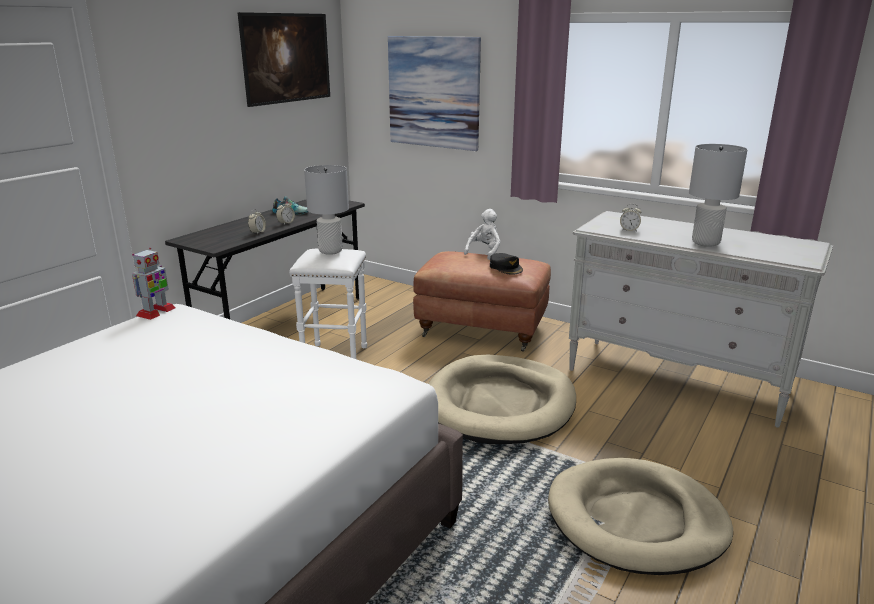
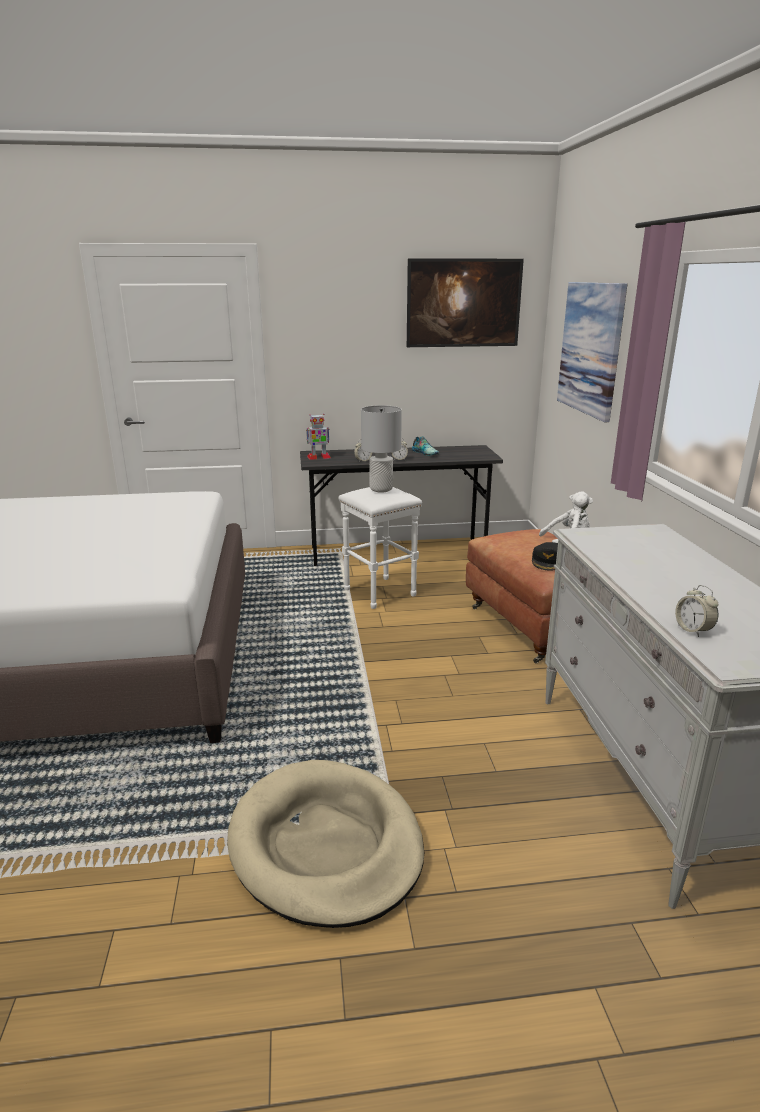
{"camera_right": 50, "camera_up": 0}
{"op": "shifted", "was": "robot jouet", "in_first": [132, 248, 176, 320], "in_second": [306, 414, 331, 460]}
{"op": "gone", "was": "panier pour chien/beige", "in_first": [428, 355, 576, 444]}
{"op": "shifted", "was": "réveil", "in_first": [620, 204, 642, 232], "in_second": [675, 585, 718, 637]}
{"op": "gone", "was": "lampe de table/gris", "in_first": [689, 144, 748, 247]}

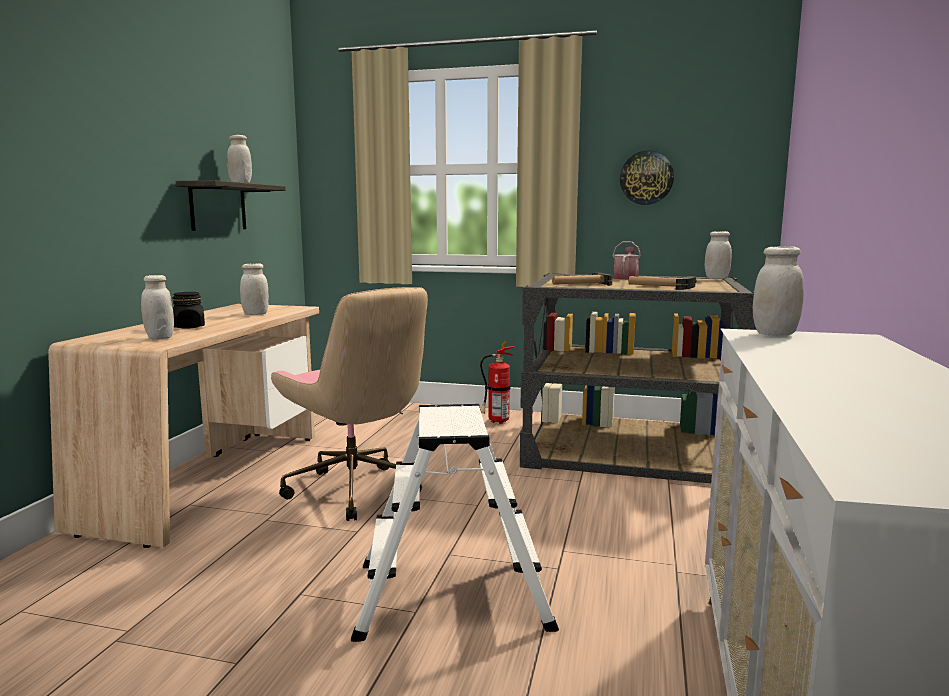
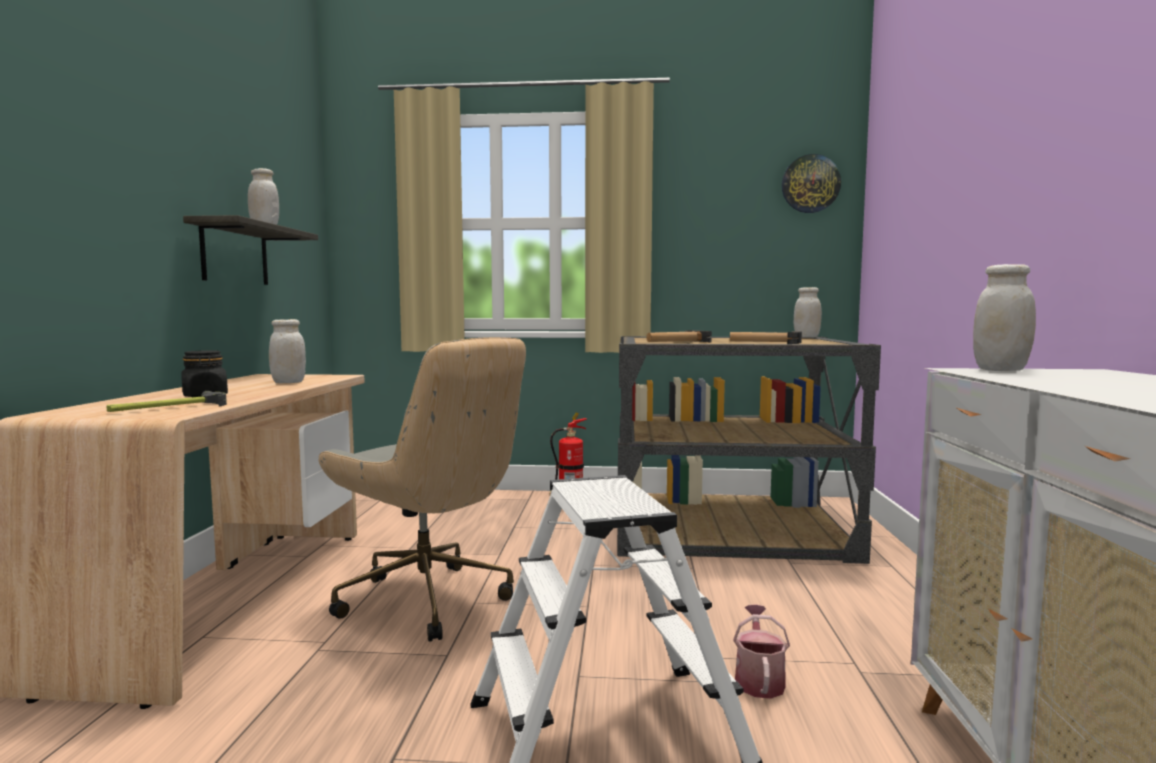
{"camera_right": -10, "camera_up": -5}
{"op": "swapped", "was": "bocal/blanc", "now": "marteau", "in_first": [141, 275, 174, 339], "in_second": [107, 391, 227, 412]}
{"op": "repainted", "was": "chaise de bureau/rose", "now": "chaise de bureau/gris", "in_first": [271, 287, 428, 521], "in_second": [319, 337, 526, 642]}
{"op": "shifted", "was": "arrosoir", "in_first": [612, 241, 641, 280], "in_second": [733, 605, 790, 699]}
{"op": "shifted", "was": "horloge murale", "in_first": [620, 151, 674, 205], "in_second": [782, 154, 841, 213]}

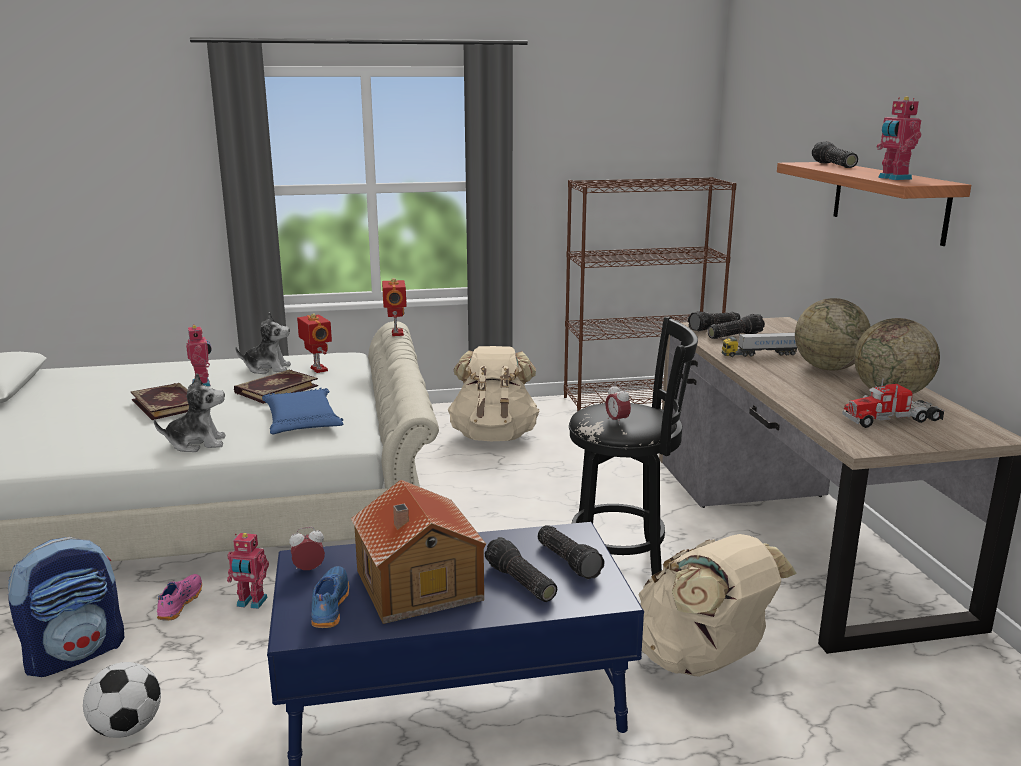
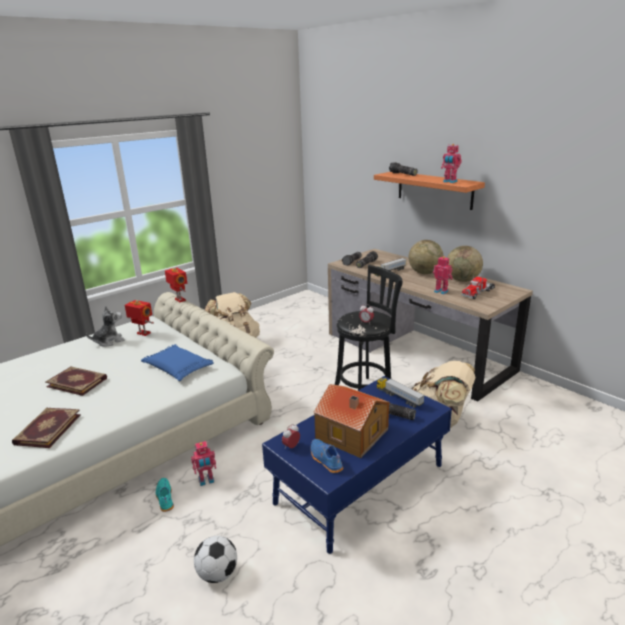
{"camera_right": -30, "camera_up": 5}
{"op": "gone", "was": "sac à dos", "in_first": [8, 537, 124, 677]}
{"op": "gone", "was": "peluche", "in_first": [154, 373, 225, 452]}
{"op": "repainted", "was": "chaussure/rose", "now": "chaussure/turquoise", "in_first": [157, 574, 202, 621], "in_second": [156, 478, 174, 512]}
{"op": "shifted", "was": "robot jouet", "in_first": [186, 324, 212, 387], "in_second": [433, 256, 453, 294]}
{"op": "shifted", "was": "livre", "in_first": [234, 369, 318, 404], "in_second": [12, 407, 81, 448]}
{"op": "swapped", "was": "lampe de poche", "now": "camion jouet", "in_first": [538, 525, 605, 579], "in_second": [377, 378, 425, 408]}
{"op": "gone", "was": "bibliothèque/marron", "in_first": [564, 177, 737, 411]}

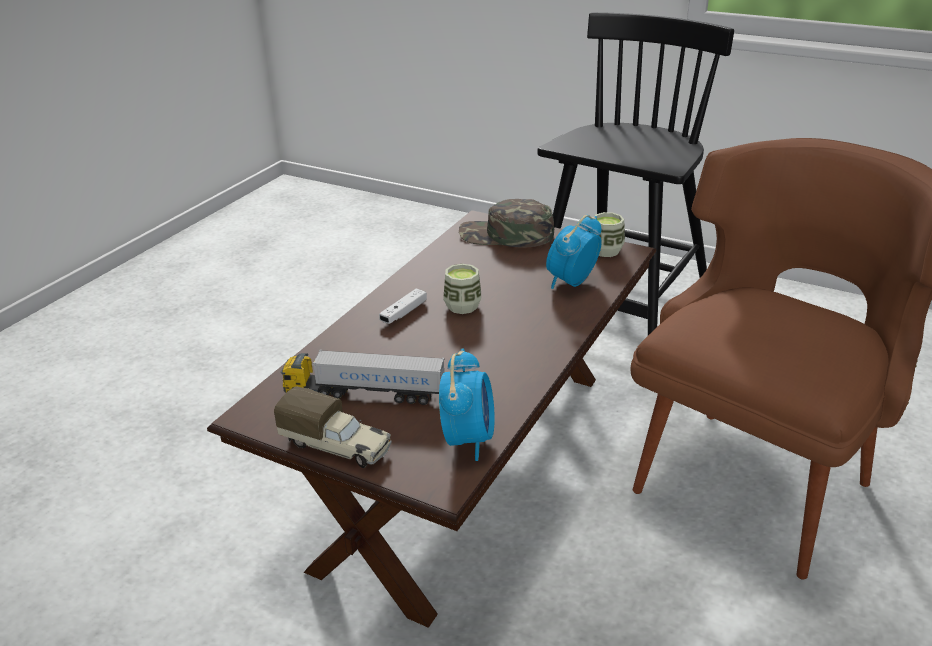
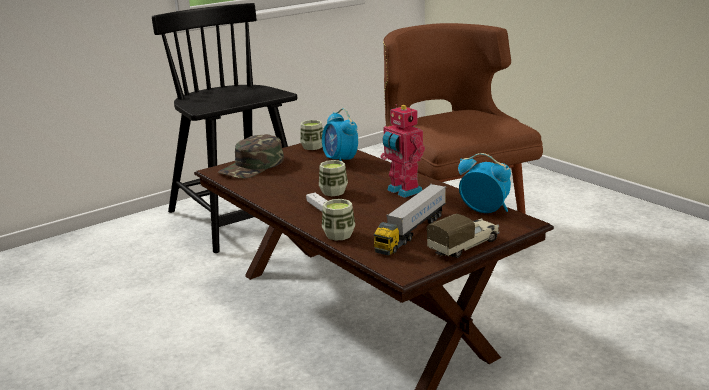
{"camera_right": -65, "camera_up": -10}
{"op": "new", "now": "tasse", "in_second": [322, 199, 355, 241]}
{"op": "new", "now": "robot jouet", "in_second": [381, 104, 425, 198]}

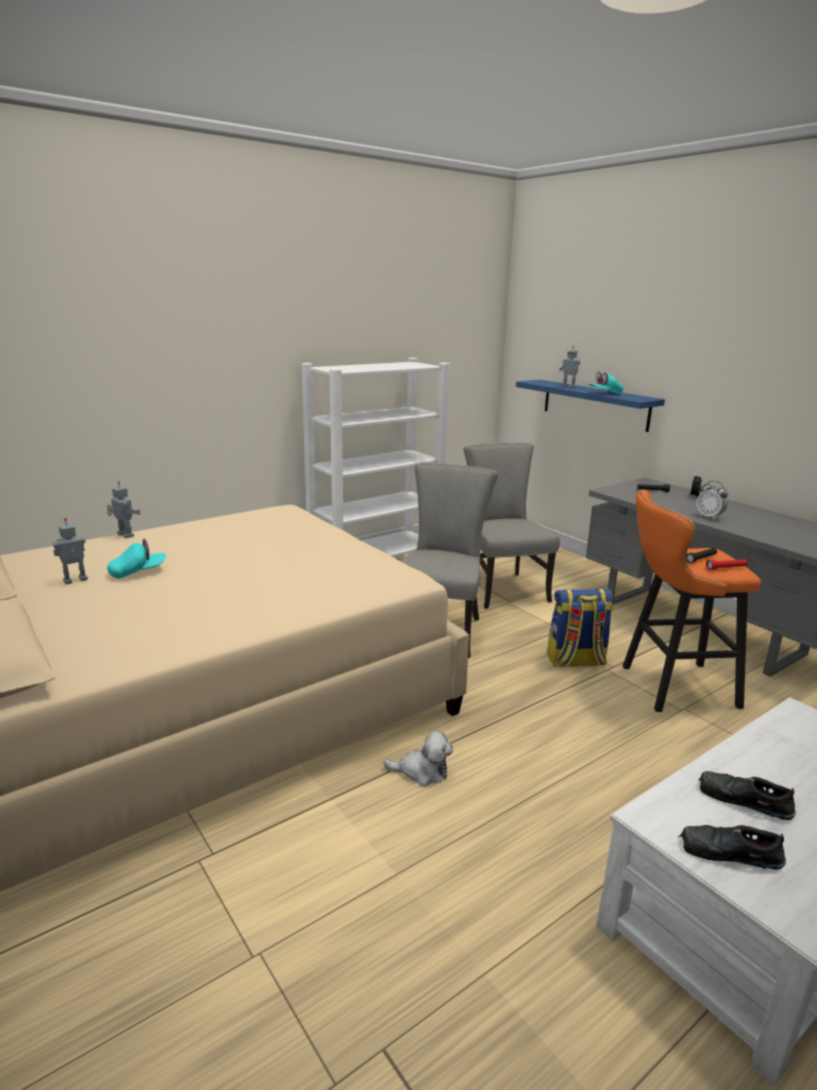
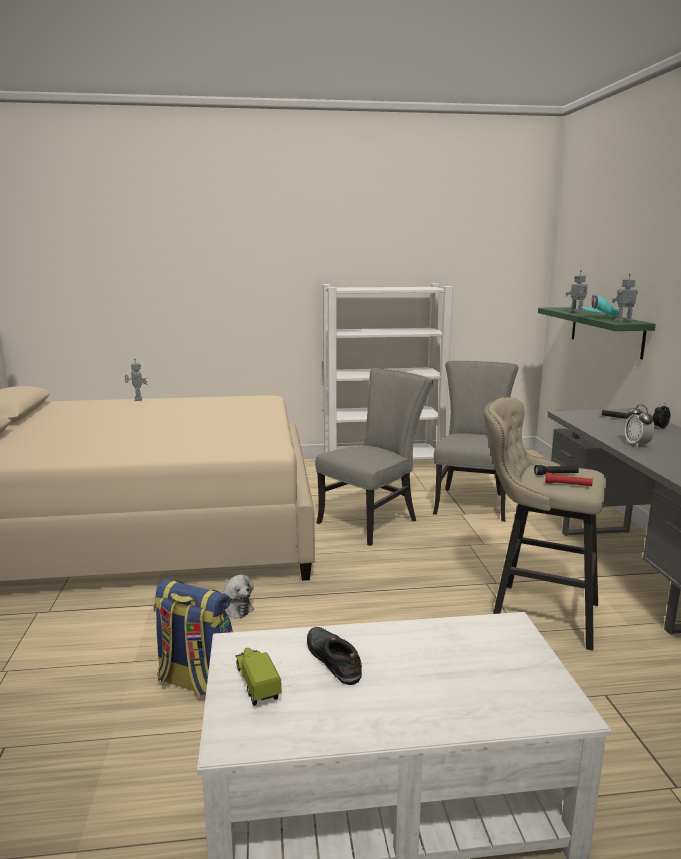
{"camera_right": 30, "camera_up": -5}
{"op": "shifted", "was": "robot jouet", "in_first": [53, 518, 88, 585], "in_second": [612, 274, 638, 322]}
{"op": "gone", "was": "casquette/turquoise", "in_first": [107, 539, 166, 579]}
{"op": "repainted", "was": "étagère/bleu", "now": "étagère/vert", "in_first": [516, 380, 665, 432], "in_second": [538, 307, 656, 359]}
{"op": "shifted", "was": "sac à dos", "in_first": [547, 589, 613, 667], "in_second": [153, 579, 233, 697]}
{"op": "repainted", "was": "tabouret/orange", "now": "tabouret/beige", "in_first": [623, 489, 761, 712], "in_second": [484, 397, 606, 651]}
{"op": "swapped", "was": "chaussure/noir", "now": "camion jouet", "in_first": [679, 825, 786, 870], "in_second": [235, 648, 282, 706]}

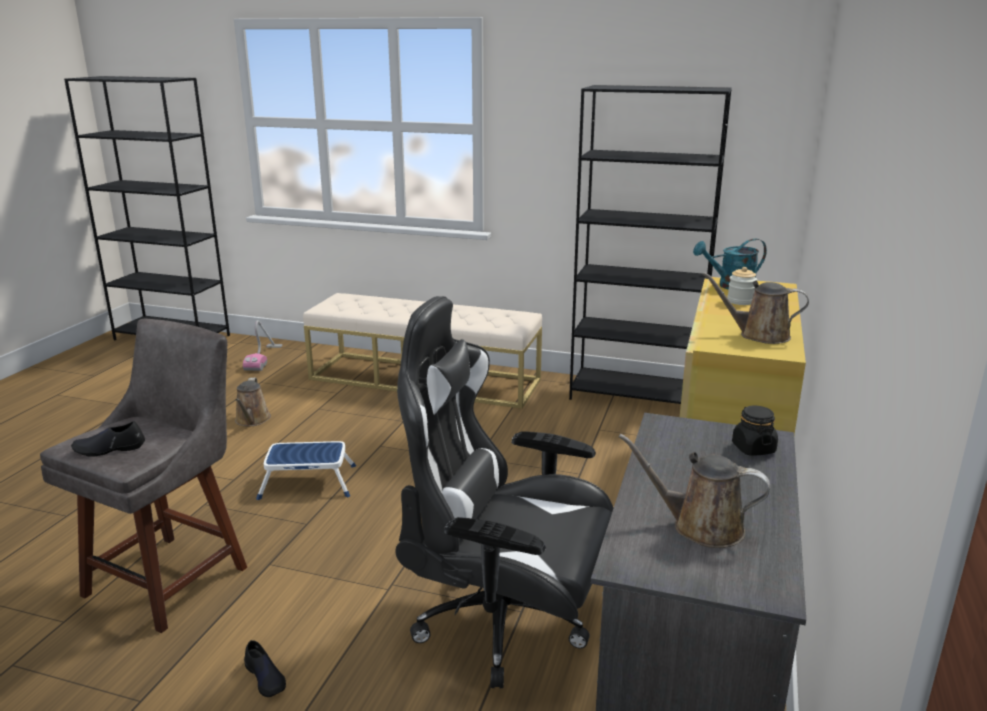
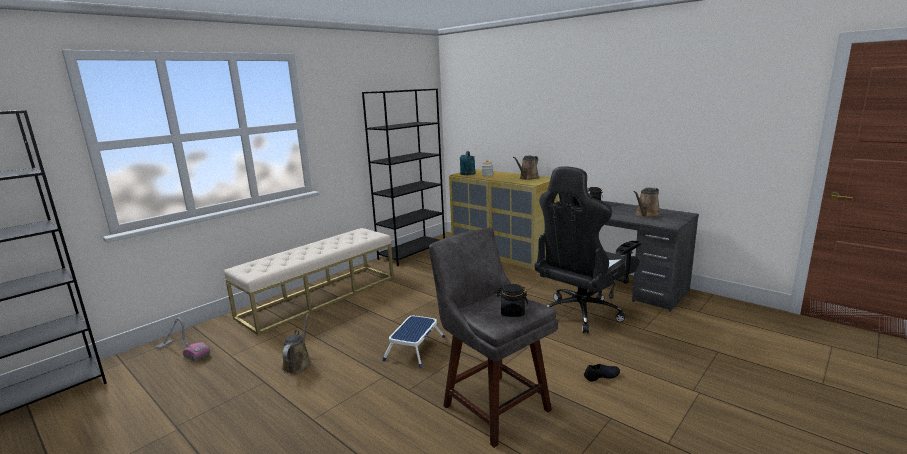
{"camera_right": -65, "camera_up": -5}
{"op": "swapped", "was": "chaussure/noir", "now": "bocal/noir", "in_first": [71, 421, 145, 457], "in_second": [497, 284, 528, 317]}
{"op": "rotated", "was": "arrosoir/marron", "in_first": [235, 377, 271, 426], "in_second": [282, 314, 312, 374], "clockwise": -105}

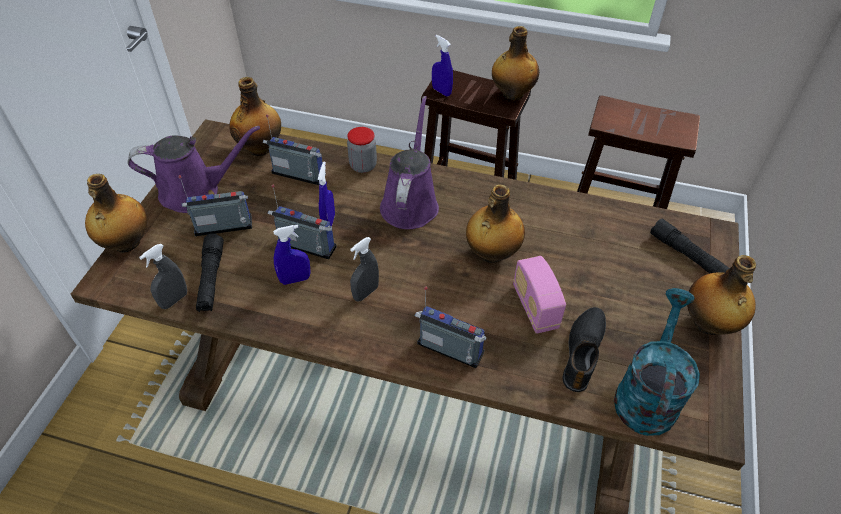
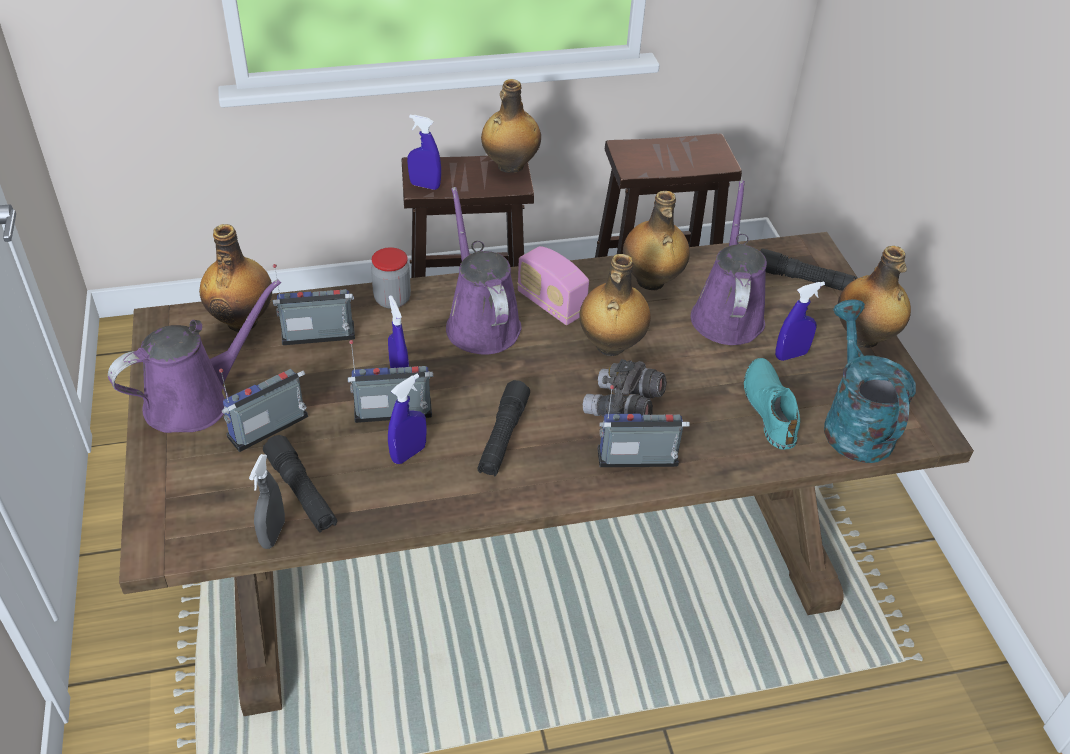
{"camera_right": -30, "camera_up": -5}
{"op": "shifted", "was": "bouteille", "in_first": [85, 174, 148, 253], "in_second": [623, 191, 690, 290]}
{"op": "swapped", "was": "vaporisateur/gris", "now": "lampe de poche/noir", "in_first": [350, 237, 379, 302], "in_second": [478, 380, 530, 477]}
{"op": "shifted", "was": "radio", "in_first": [513, 256, 566, 334], "in_second": [517, 246, 589, 325]}
{"op": "repainted", "was": "chaussure/noir", "now": "chaussure/turquoise", "in_first": [562, 307, 606, 392], "in_second": [744, 358, 800, 450]}
{"op": "new", "now": "jumelles/gris", "in_second": [583, 359, 667, 417]}
{"op": "new", "now": "arrosoir/violet", "in_second": [691, 180, 767, 345]}
{"op": "new", "now": "vaporisateur/bleu", "in_second": [775, 281, 825, 361]}

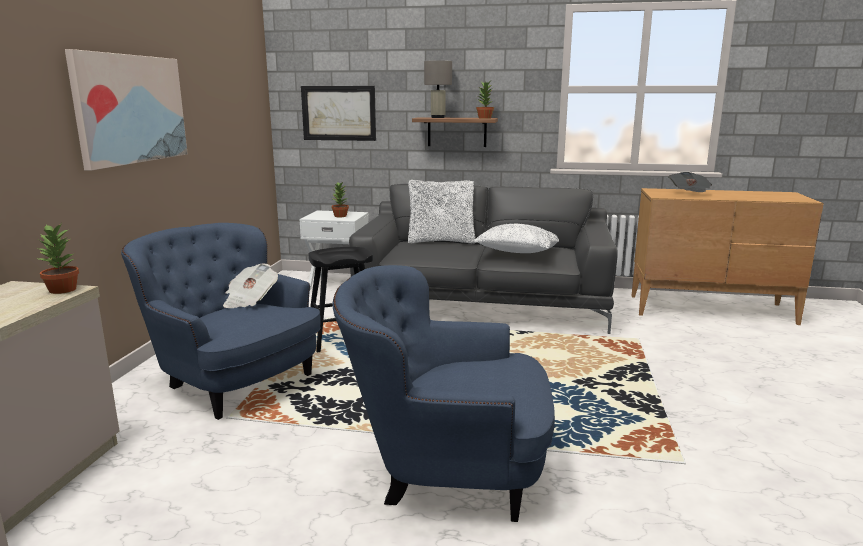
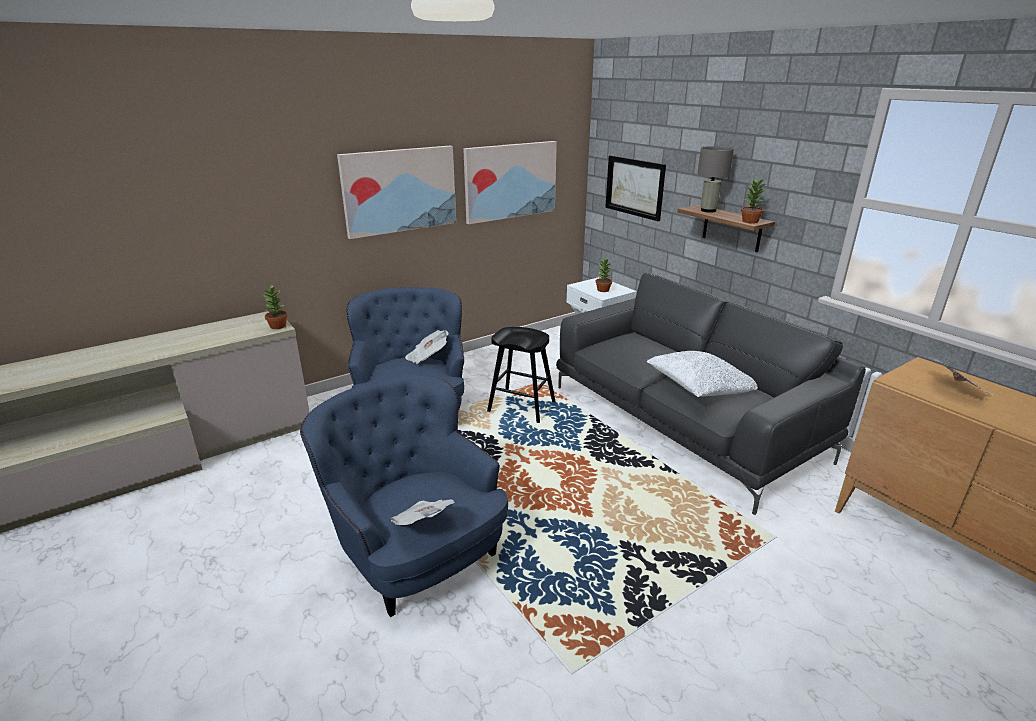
{"camera_right": 45, "camera_up": 10}
{"op": "gone", "was": "coussin/blanc", "in_first": [408, 180, 475, 244]}
{"op": "new", "now": "journal", "in_second": [391, 499, 455, 525]}
{"op": "new", "now": "tableau", "in_second": [463, 141, 557, 224]}

